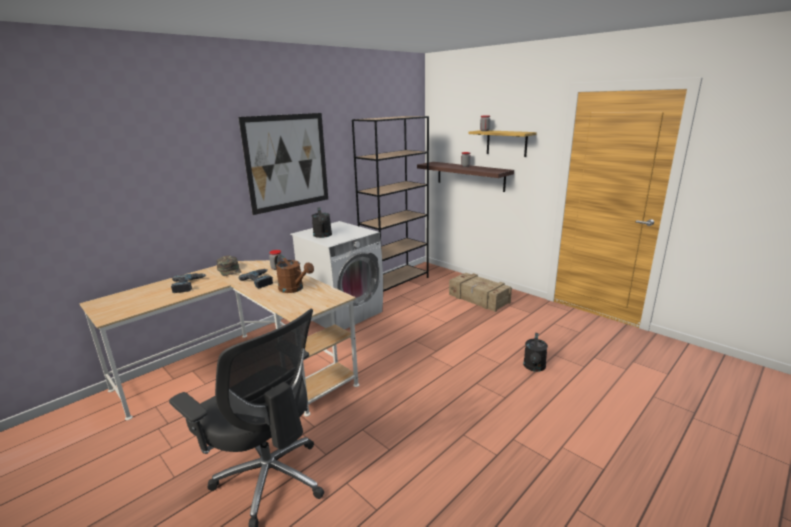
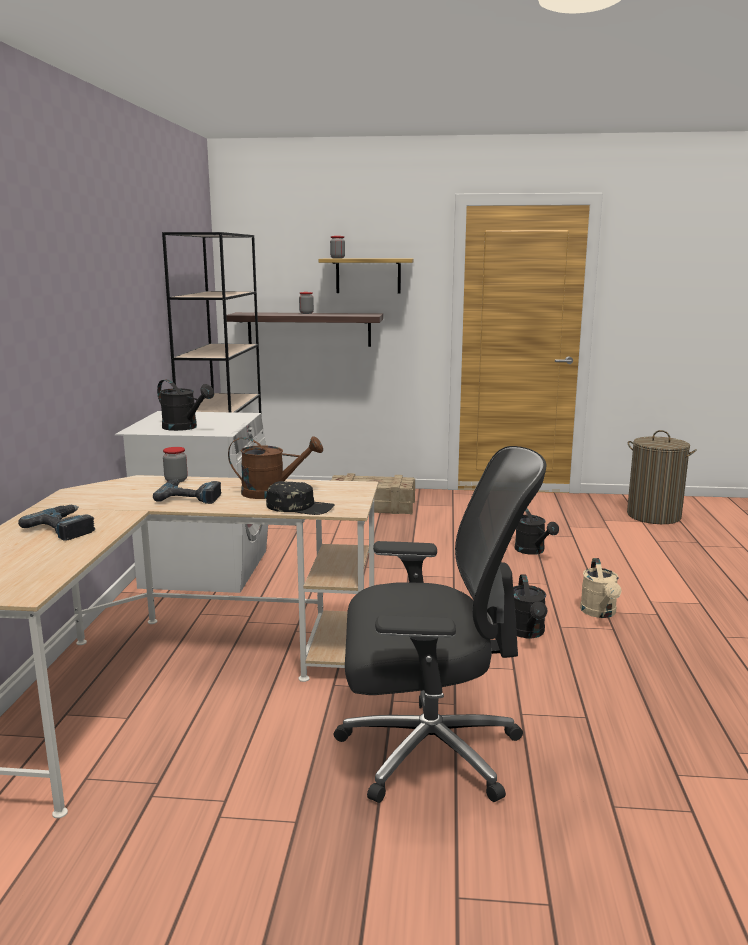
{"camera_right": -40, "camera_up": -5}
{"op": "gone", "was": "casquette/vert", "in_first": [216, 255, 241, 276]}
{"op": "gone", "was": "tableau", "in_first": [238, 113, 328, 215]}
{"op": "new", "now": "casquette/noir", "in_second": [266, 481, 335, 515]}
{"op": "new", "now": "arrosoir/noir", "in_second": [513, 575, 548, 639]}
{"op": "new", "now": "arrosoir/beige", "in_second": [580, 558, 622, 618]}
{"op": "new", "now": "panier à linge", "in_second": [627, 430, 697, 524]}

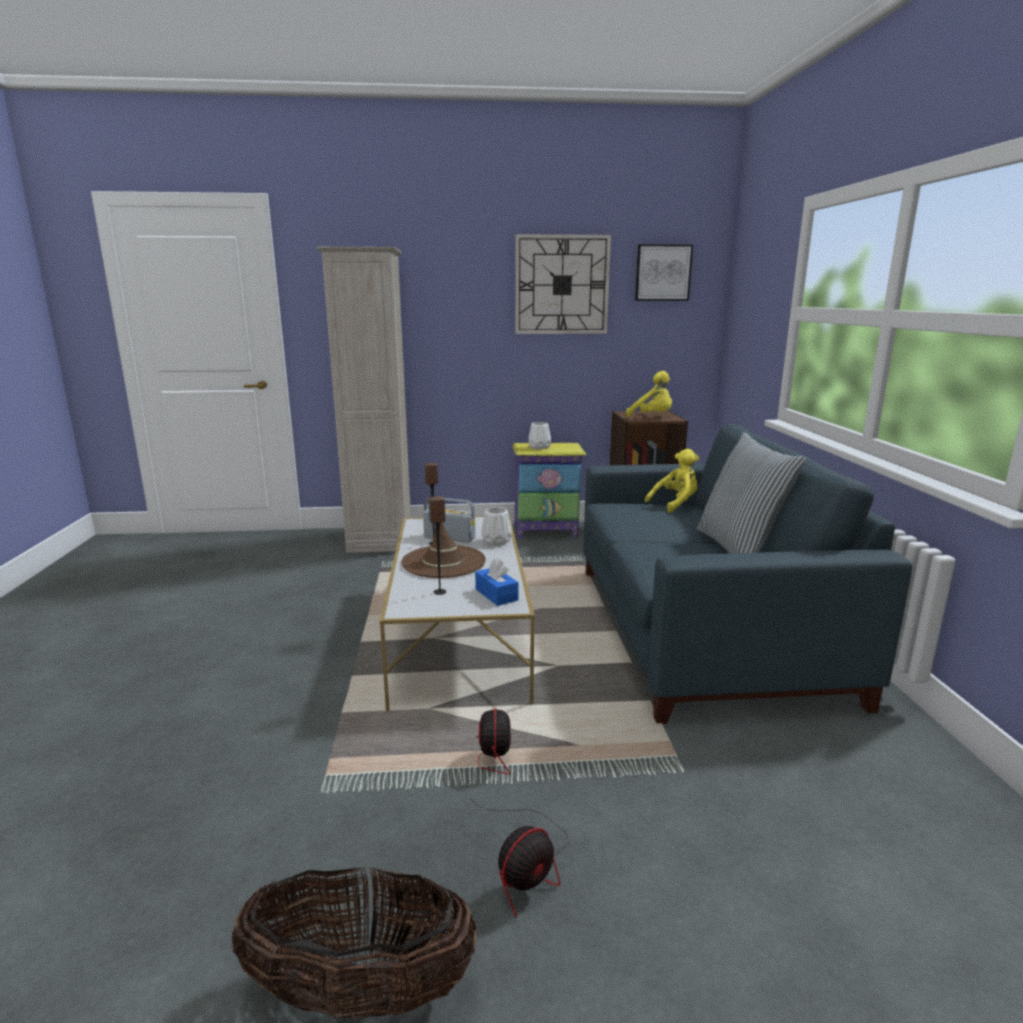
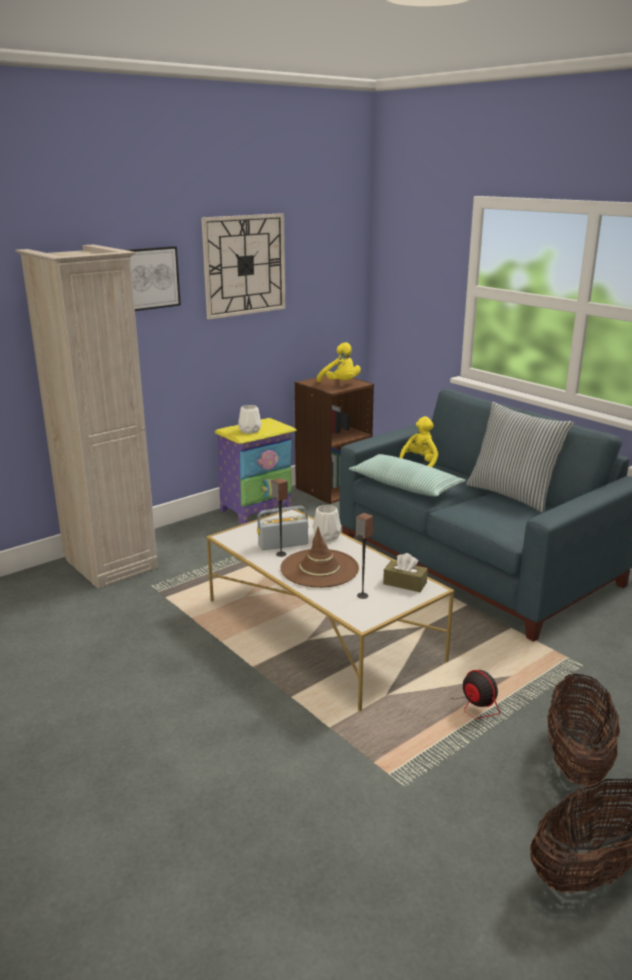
{"camera_right": -35, "camera_up": 5}
{"op": "swapped", "was": "ventilateur", "now": "panier", "in_first": [469, 798, 569, 918], "in_second": [547, 673, 620, 786]}
{"op": "repainted", "was": "boîte à mouchoirs/bleu", "now": "boîte à mouchoirs/marron", "in_first": [475, 558, 518, 606], "in_second": [383, 553, 428, 592]}
{"op": "rotated", "was": "peluche/jaune", "in_first": [626, 371, 672, 417], "in_second": [317, 342, 361, 383], "clockwise": 45}
{"op": "shifted", "was": "tableau", "in_first": [635, 244, 693, 301], "in_second": [128, 246, 181, 311]}
{"op": "new", "now": "coussin", "in_second": [349, 454, 466, 497]}

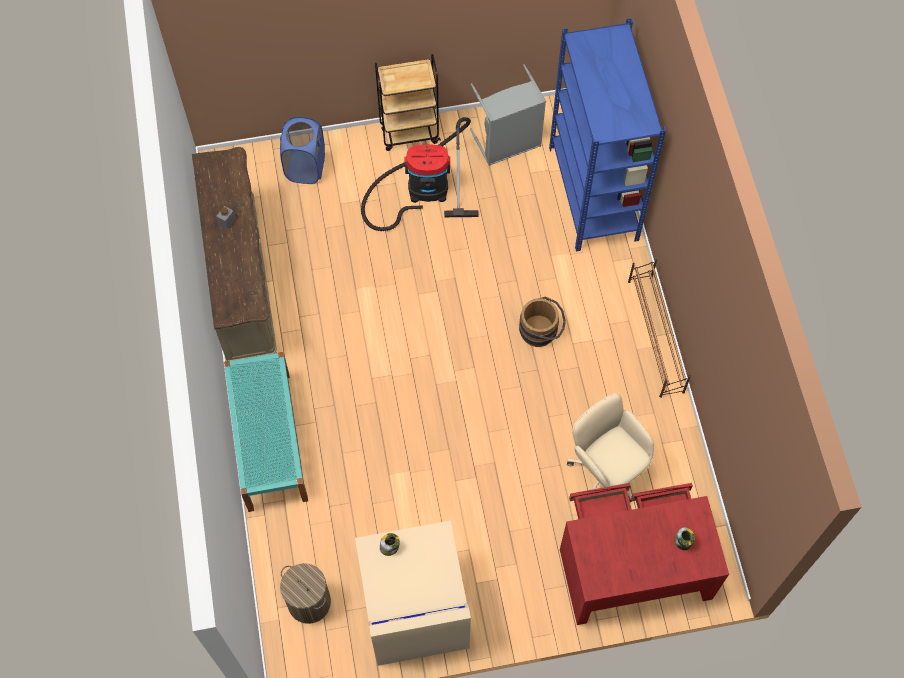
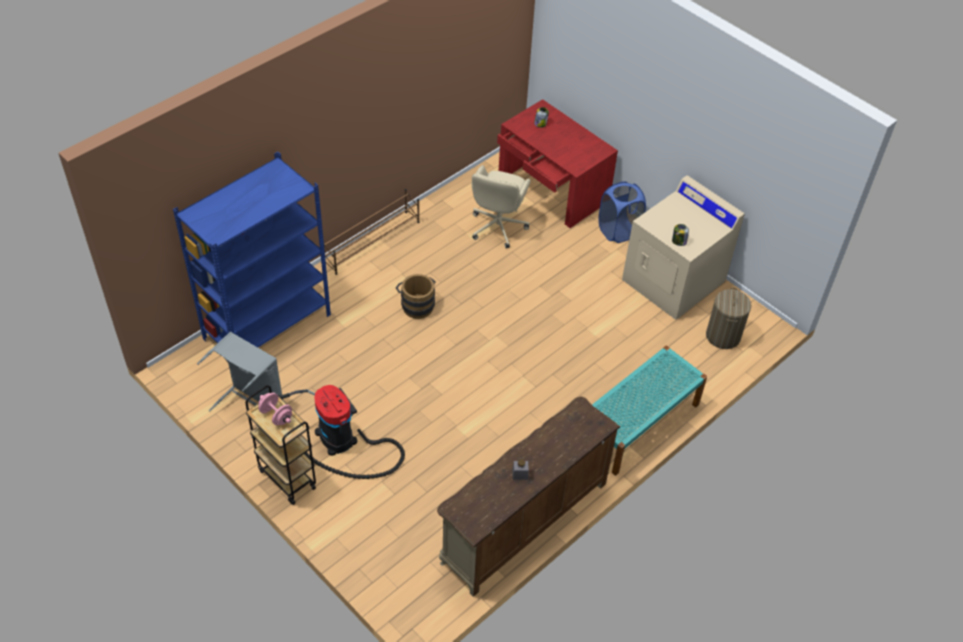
{"camera_right": -125, "camera_up": -15}
{"op": "shifted", "was": "panier à linge/bleu", "in_first": [280, 117, 325, 184], "in_second": [598, 181, 646, 243]}
{"op": "new", "now": "haltère/rose", "in_second": [258, 393, 292, 425]}

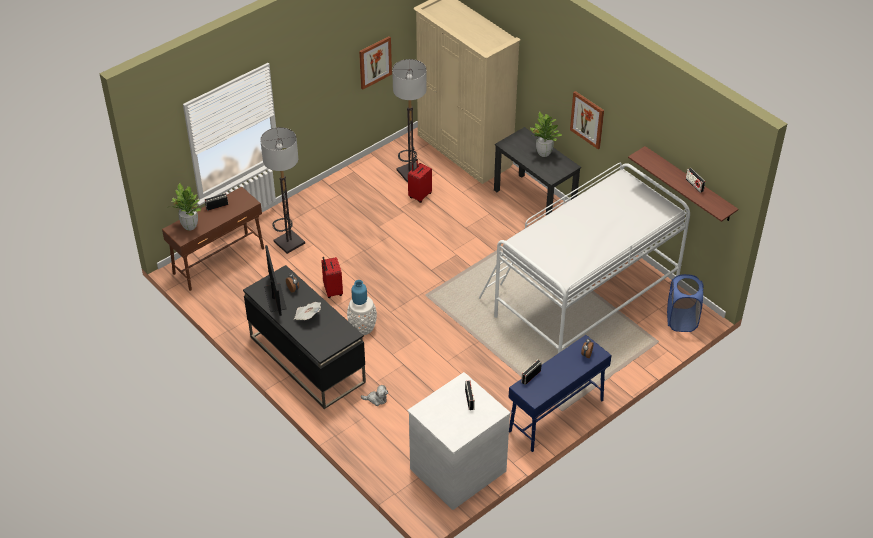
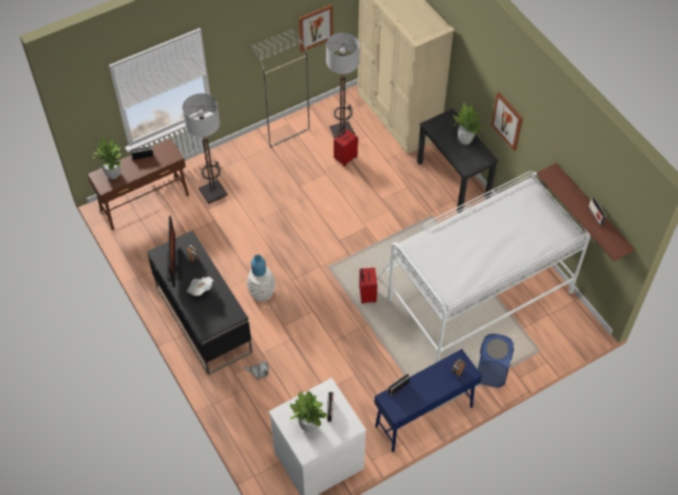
{"camera_right": 10, "camera_up": 10}
{"op": "shifted", "was": "valise/rouge", "in_first": [321, 257, 343, 298], "in_second": [359, 267, 377, 304]}
{"op": "shifted", "was": "panier à linge/bleu", "in_first": [667, 274, 704, 332], "in_second": [478, 334, 514, 388]}
{"op": "new", "now": "portant/gris", "in_second": [250, 28, 310, 147]}
{"op": "new", "now": "plante en pot", "in_second": [290, 391, 327, 432]}

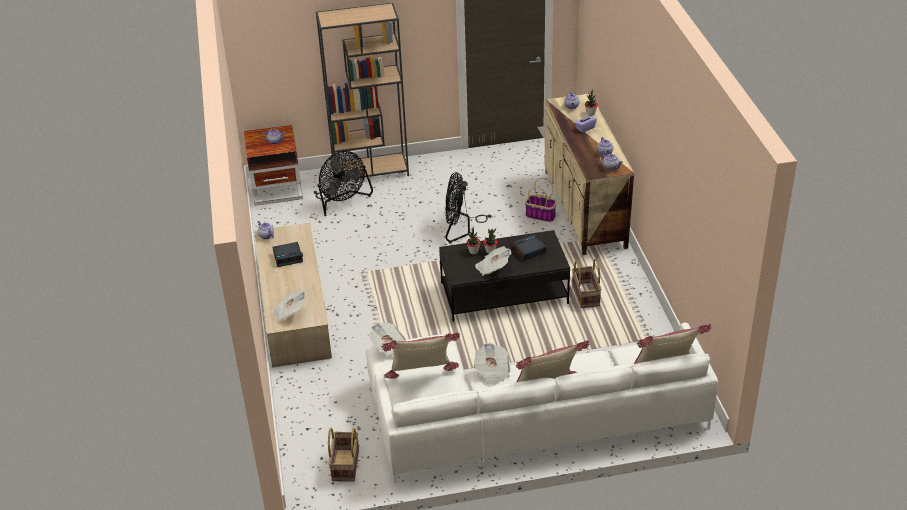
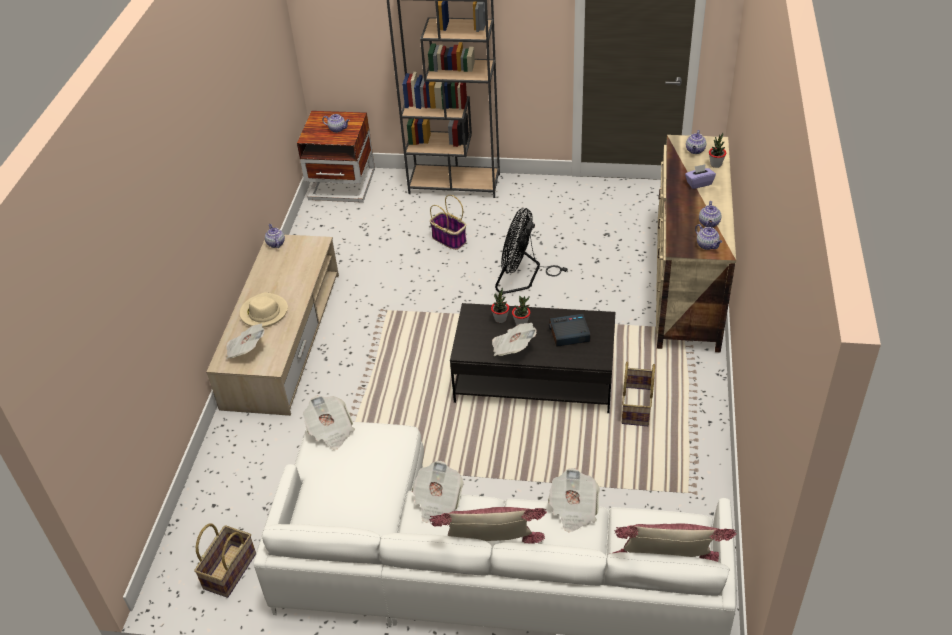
{"camera_right": 20, "camera_up": 5}
{"op": "gone", "was": "réveil", "in_first": [272, 242, 303, 267]}
{"op": "gone", "was": "ventilateur/noir", "in_first": [314, 151, 373, 216]}
{"op": "gone", "was": "coussin/rouge", "in_first": [382, 333, 460, 379]}
{"op": "shifted", "was": "panier", "in_first": [525, 178, 557, 222], "in_second": [430, 195, 466, 250]}
{"op": "new", "now": "chapeau/beige", "in_second": [239, 292, 288, 328]}
{"op": "new", "now": "journal", "in_second": [548, 468, 600, 532]}

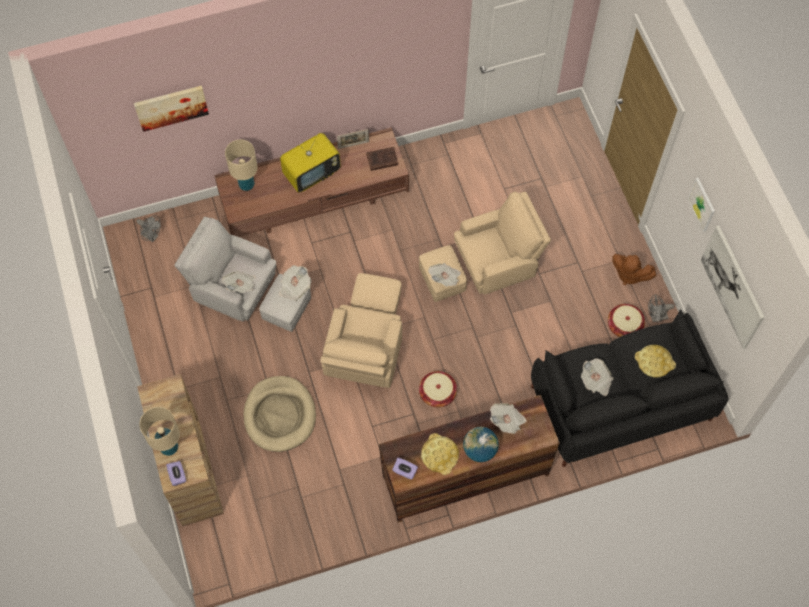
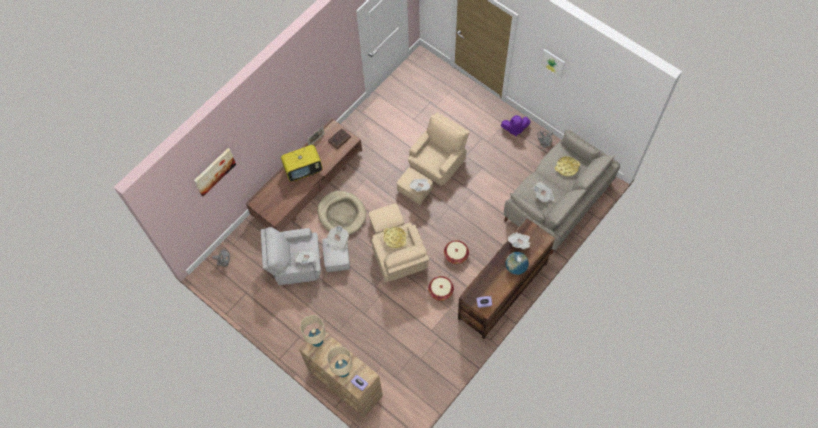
{"camera_right": -30, "camera_up": 0}
{"op": "shifted", "was": "lampe de table/beige", "in_first": [225, 140, 258, 191], "in_second": [300, 315, 326, 347]}
{"op": "shifted", "was": "panier pour chien/beige", "in_first": [244, 376, 316, 452], "in_second": [317, 191, 366, 235]}
{"op": "rotated", "was": "téléviseur", "in_first": [280, 133, 341, 192], "in_second": [281, 145, 323, 182], "clockwise": 45}
{"op": "shifted", "was": "plateau/jaune", "in_first": [421, 433, 459, 475], "in_second": [383, 227, 406, 248]}
{"op": "repainted", "was": "canapé/noir", "now": "canapé/beige", "in_first": [531, 309, 728, 467], "in_second": [504, 130, 620, 254]}
{"op": "shifted", "was": "panier", "in_first": [608, 304, 645, 337], "in_second": [428, 276, 454, 301]}
{"op": "repainted", "was": "peluche/marron", "now": "peluche/violet", "in_first": [612, 254, 656, 285], "in_second": [501, 115, 531, 136]}
{"op": "gone", "was": "tableau", "in_first": [701, 226, 765, 349]}

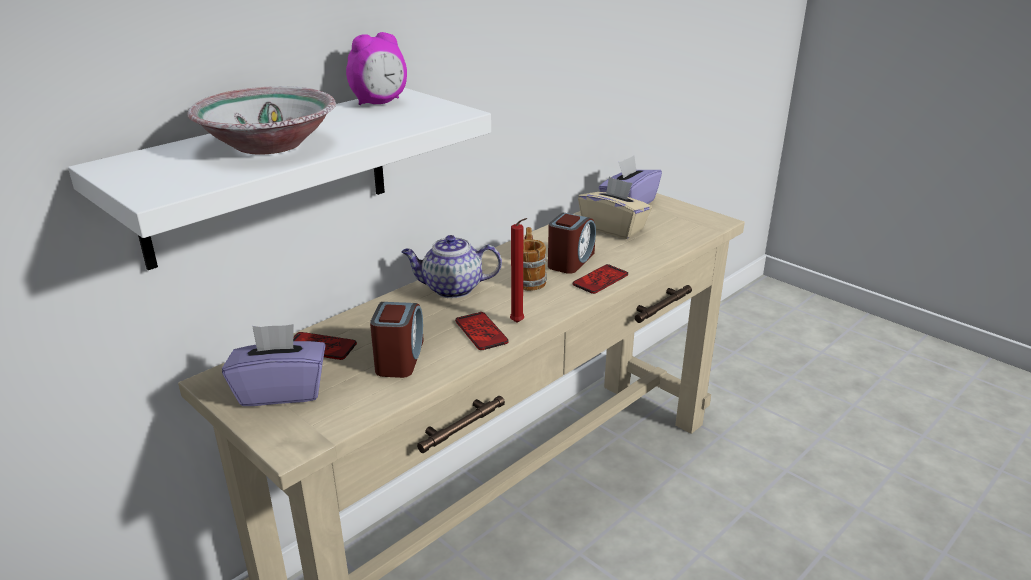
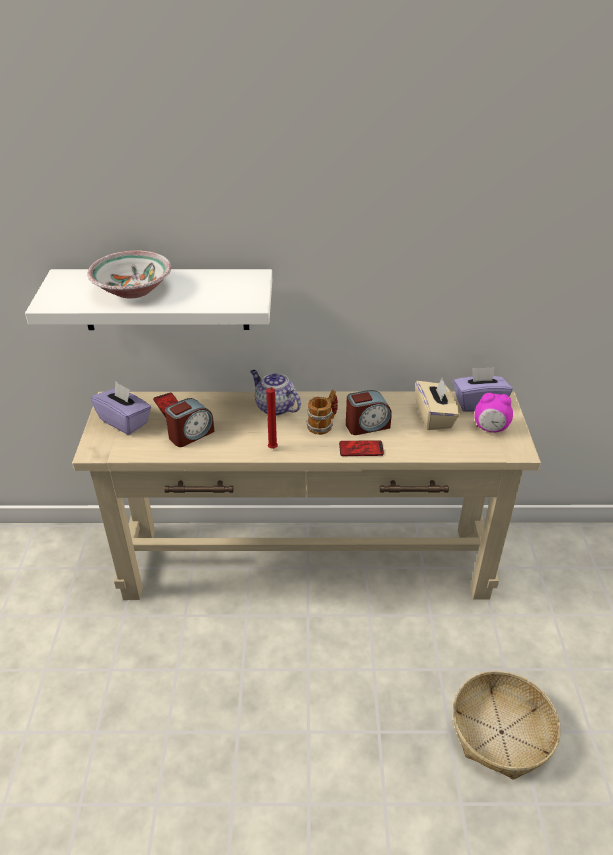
{"camera_right": 45, "camera_up": 10}
{"op": "shifted", "was": "réveil", "in_first": [346, 32, 407, 105], "in_second": [474, 393, 513, 433]}
{"op": "gone", "was": "téléphone", "in_first": [455, 312, 509, 350]}
{"op": "new", "now": "panier", "in_second": [453, 671, 561, 780]}

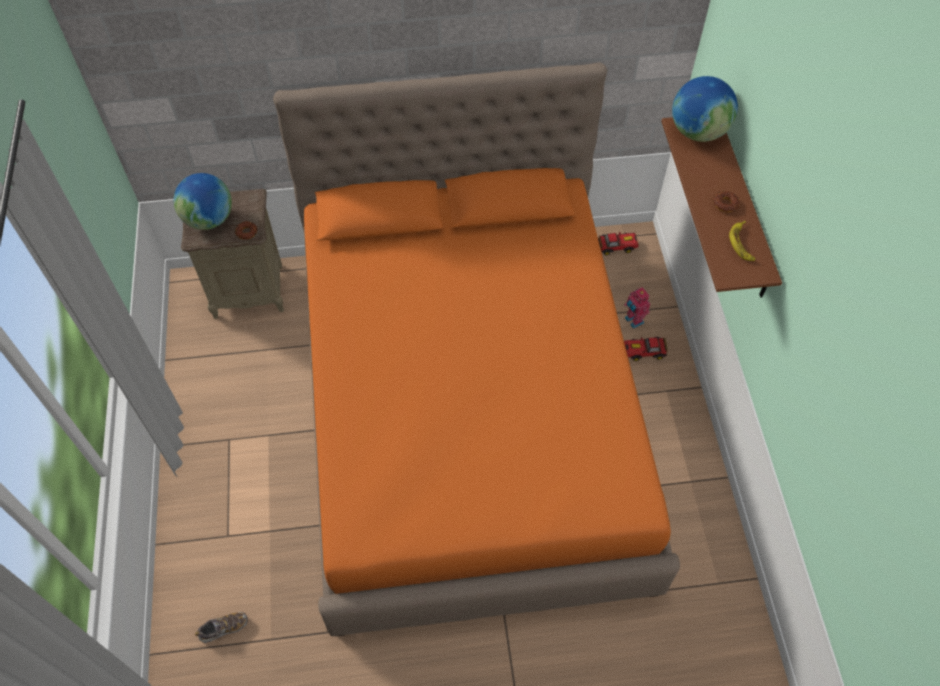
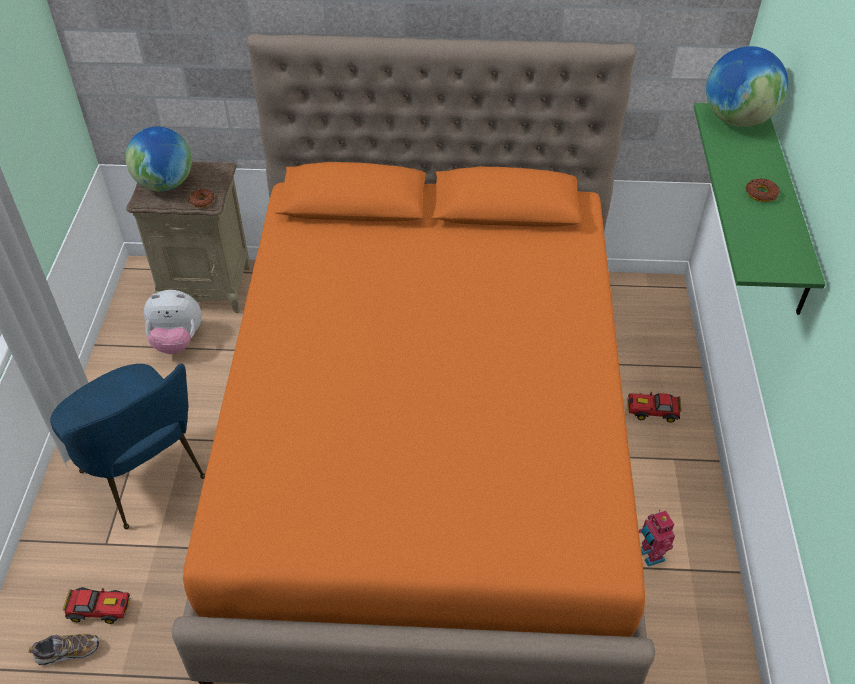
{"camera_right": 10, "camera_up": -10}
{"op": "shifted", "was": "petite voiture", "in_first": [598, 232, 639, 256], "in_second": [63, 587, 131, 624]}
{"op": "shifted", "was": "robot jouet", "in_first": [624, 287, 650, 329], "in_second": [639, 510, 675, 567]}
{"op": "repainted", "was": "étagère/marron", "now": "étagère/vert", "in_first": [661, 117, 782, 298], "in_second": [694, 103, 825, 315]}
{"op": "gone", "was": "banane", "in_first": [729, 221, 755, 261]}
{"op": "new", "now": "chaise/bleu", "in_second": [50, 364, 205, 529]}
{"op": "new", "now": "peluche", "in_second": [144, 290, 202, 354]}

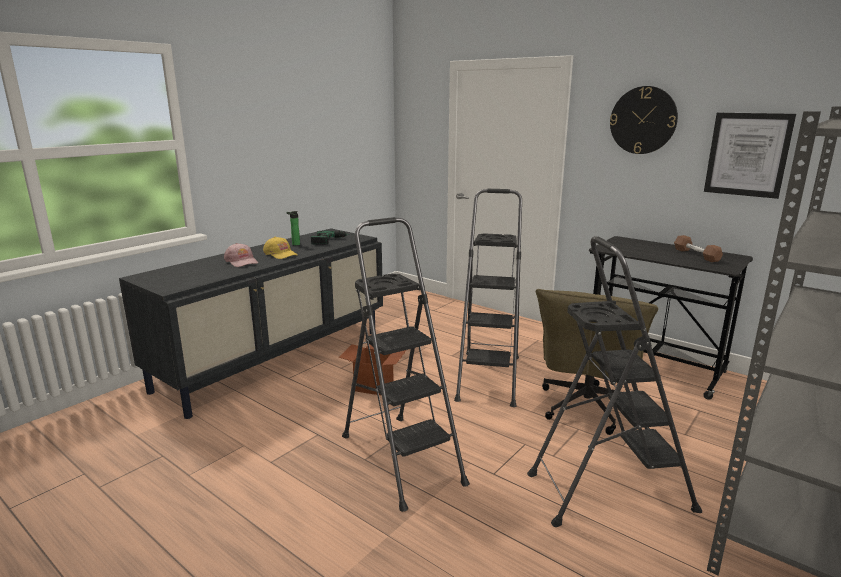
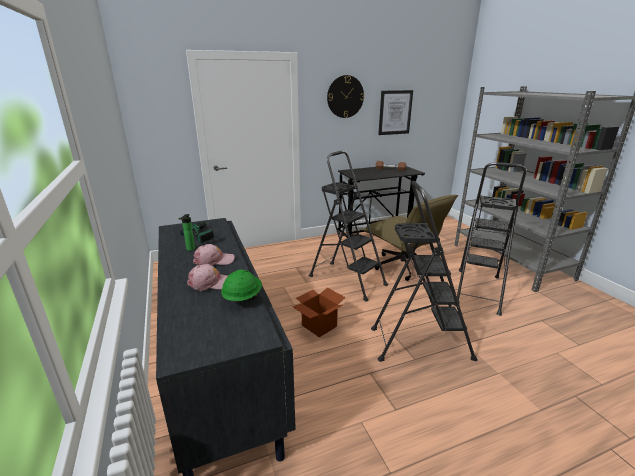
{"camera_right": -60, "camera_up": 5}
{"op": "repainted", "was": "casquette/jaune", "now": "casquette/rose", "in_first": [263, 237, 297, 259], "in_second": [193, 244, 235, 266]}
{"op": "new", "now": "casque de chantier/vert", "in_second": [221, 270, 262, 301]}

